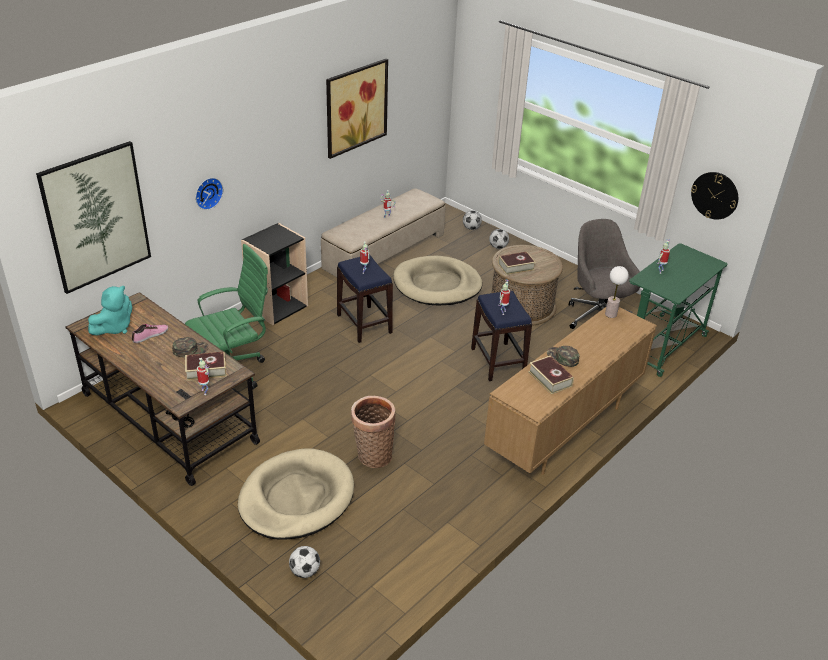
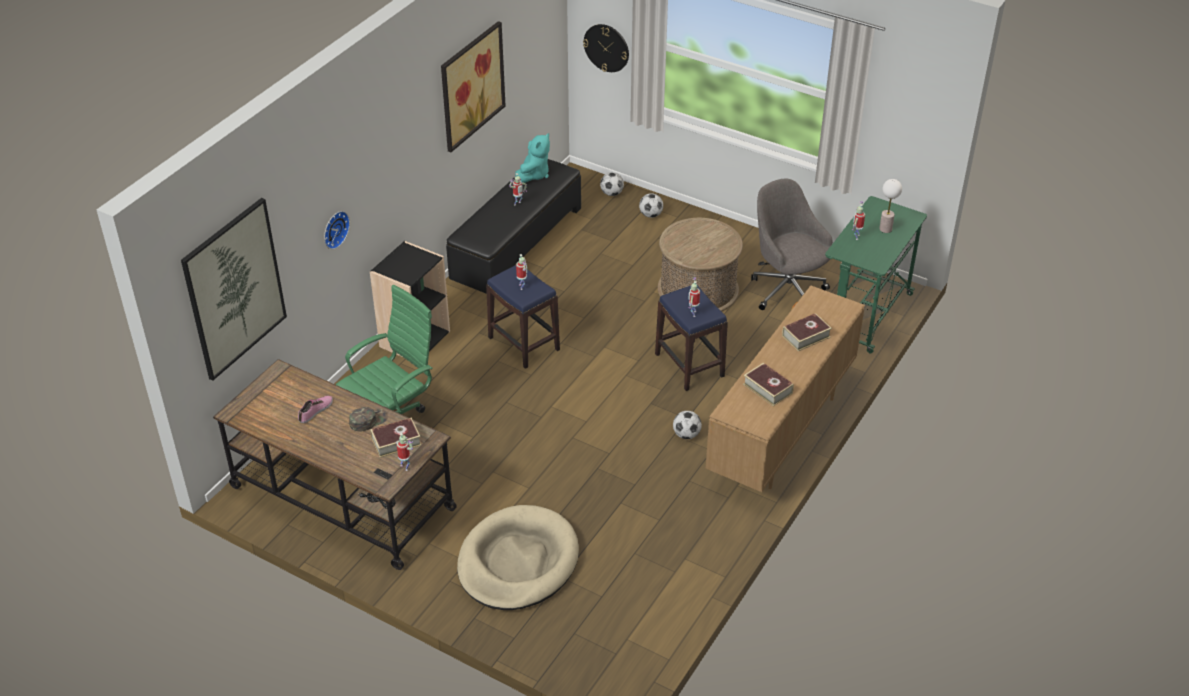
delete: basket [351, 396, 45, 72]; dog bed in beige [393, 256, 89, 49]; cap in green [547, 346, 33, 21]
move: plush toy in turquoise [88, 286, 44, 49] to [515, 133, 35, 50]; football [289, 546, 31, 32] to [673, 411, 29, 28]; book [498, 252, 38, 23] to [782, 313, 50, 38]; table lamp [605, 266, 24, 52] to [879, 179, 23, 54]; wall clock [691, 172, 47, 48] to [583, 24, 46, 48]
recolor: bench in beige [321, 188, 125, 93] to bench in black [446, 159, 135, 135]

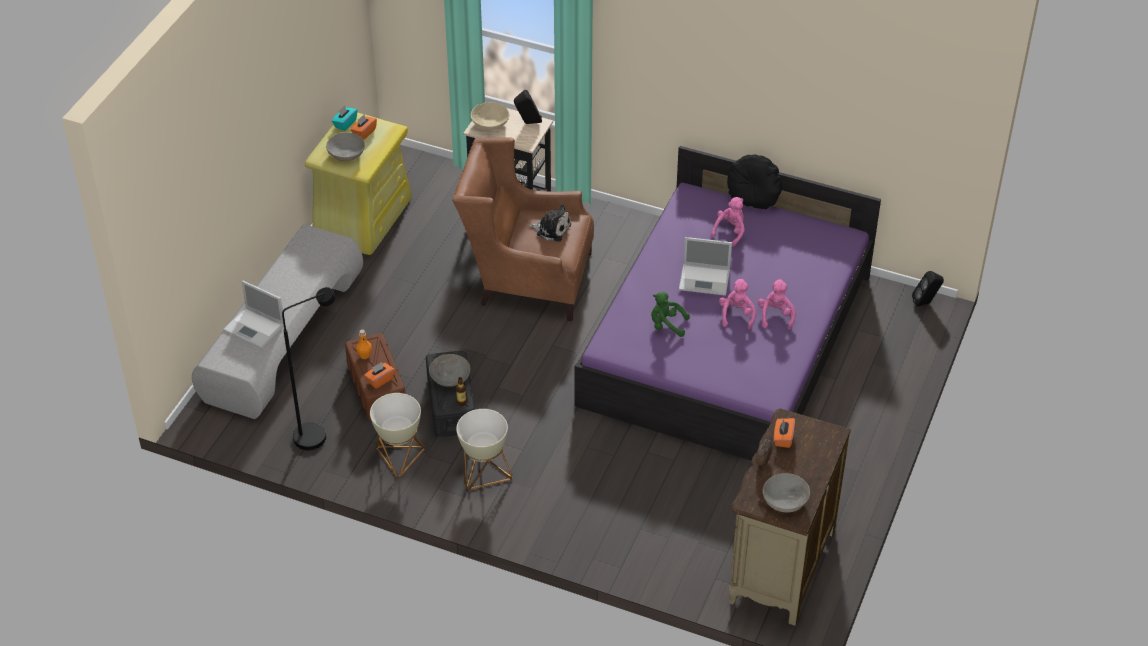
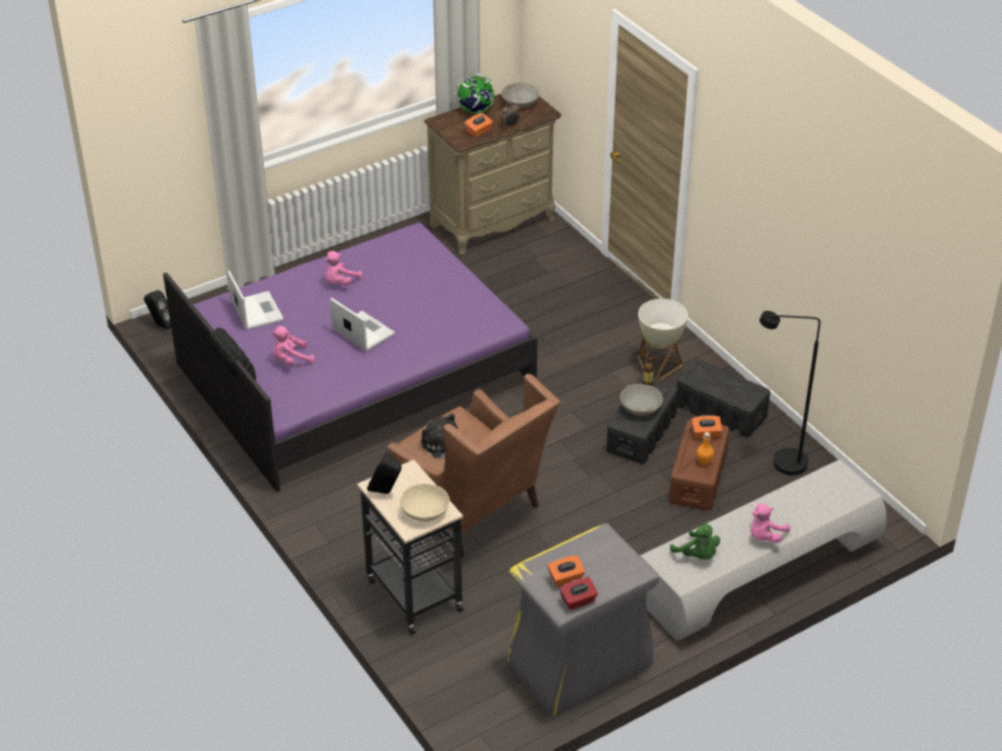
delete: bowl in grey [326, 132, 39, 29]
insert: globe [455, 73, 40, 41]
move: laptop [223, 281, 61, 67] to [228, 271, 56, 59]; plush toy in green [651, 292, 39, 45] to [670, 522, 50, 38]; plush toy in pink [719, 279, 37, 50] to [751, 503, 39, 40]
replace: planter [370, 393, 55, 85] to storage box in black [677, 359, 93, 78]
recolor: nightstand in yellow [305, 113, 106, 142] to nightstand in grey [507, 523, 153, 194]; tissue box in turquoise [332, 106, 26, 25] to tissue box in red [560, 577, 38, 33]

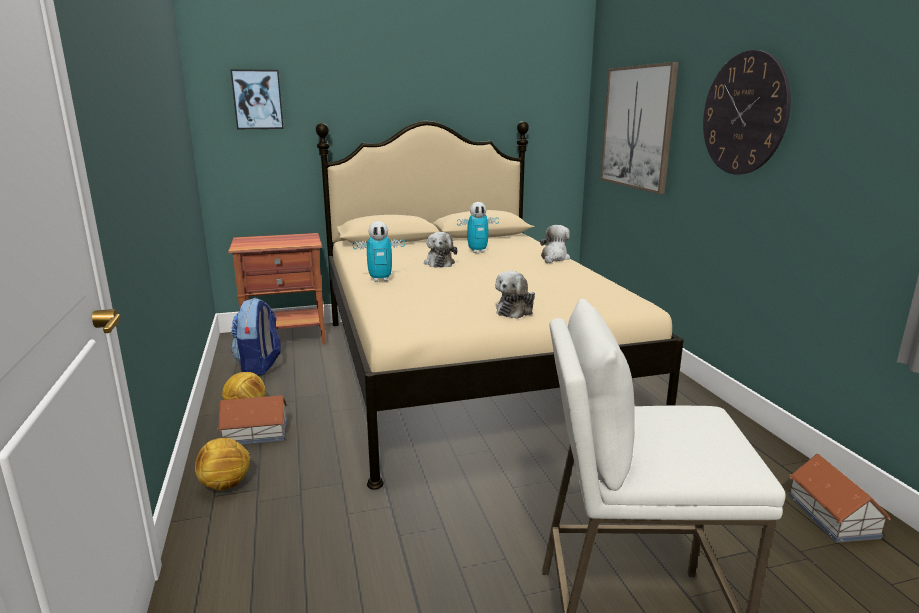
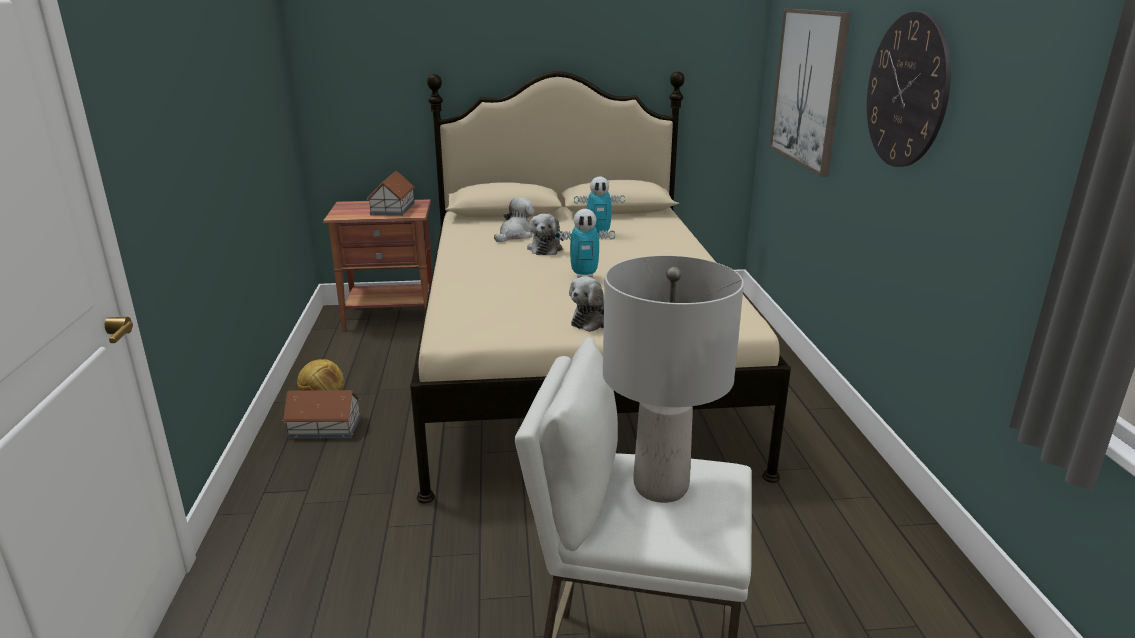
delete: football [195, 438, 55, 53]; picture [230, 69, 54, 60]; backpack [231, 298, 50, 78]
insert: table lamp in grey [603, 256, 141, 247]
move: toy robot [353, 221, 52, 61] to [555, 209, 60, 69]; plush toy [540, 225, 30, 38] to [494, 197, 40, 45]; toy house [789, 454, 101, 89] to [367, 170, 48, 46]

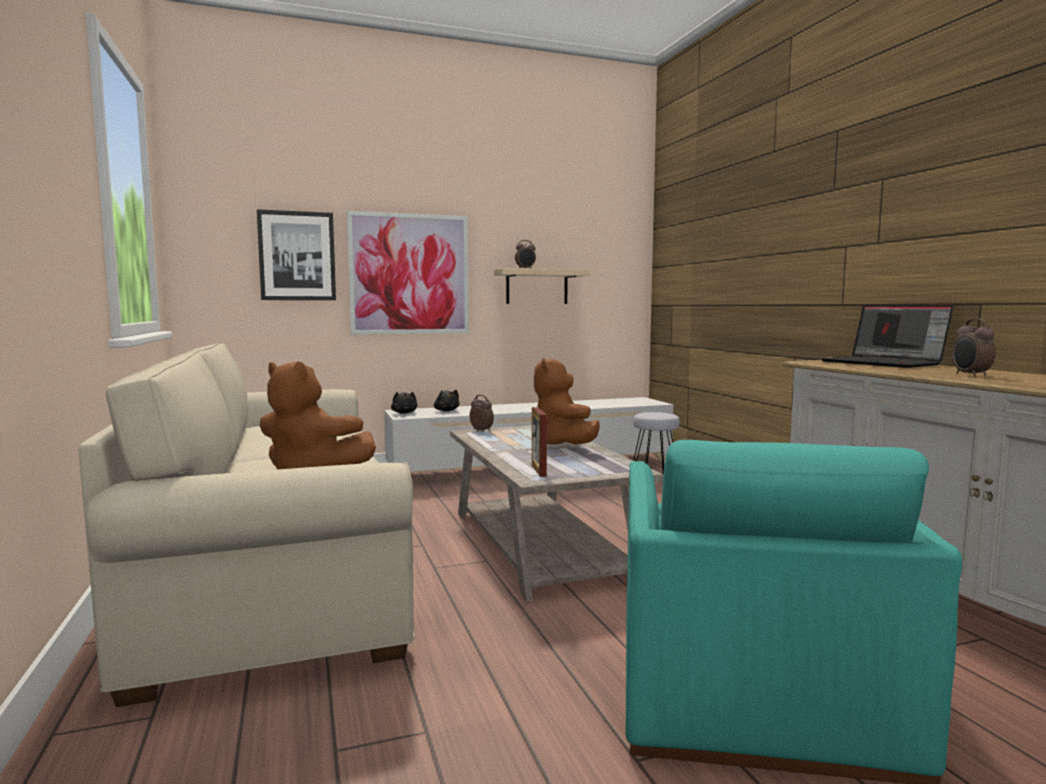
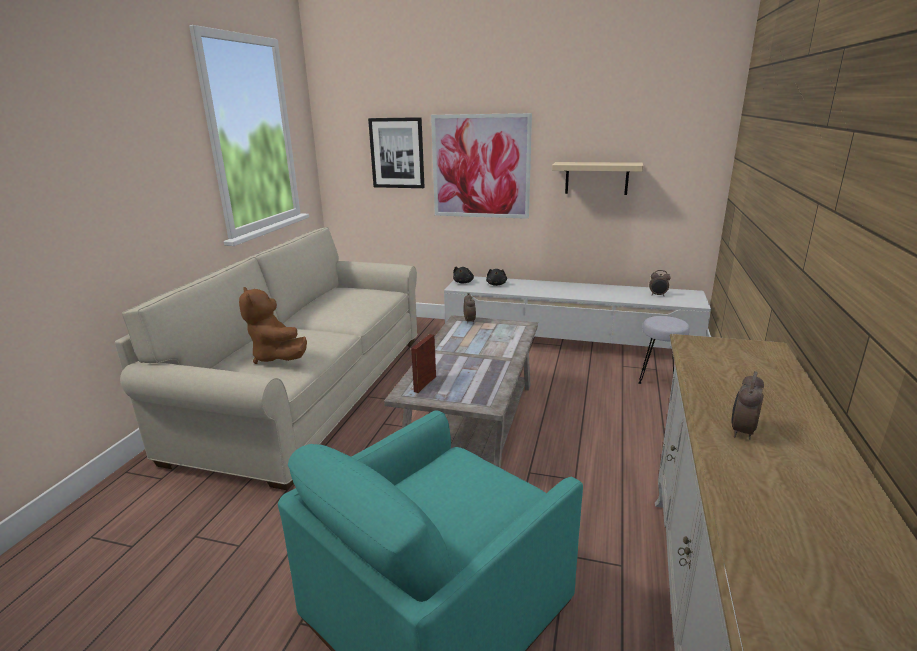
delete: plush toy in brown [534, 358, 66, 87]; laptop [821, 305, 132, 63]
move: alarm clock [515, 240, 21, 29] to [649, 270, 22, 26]

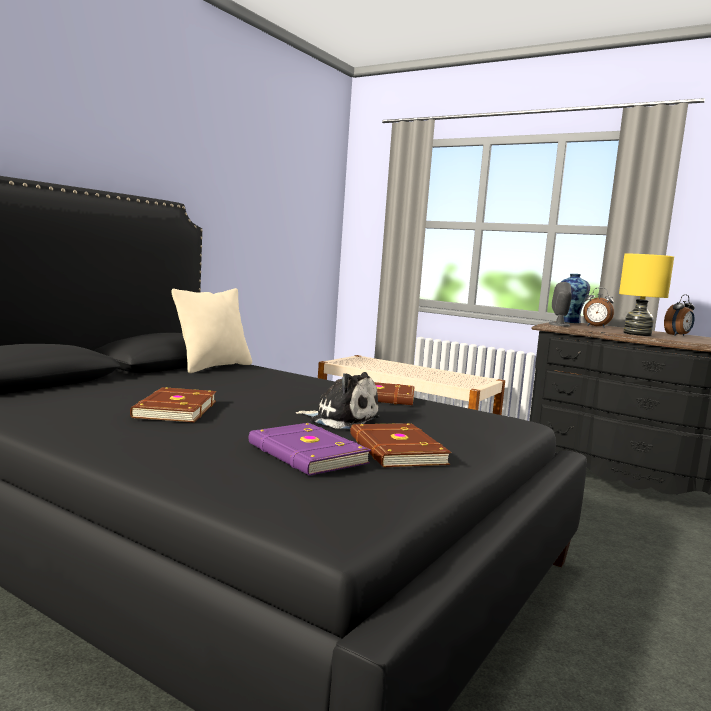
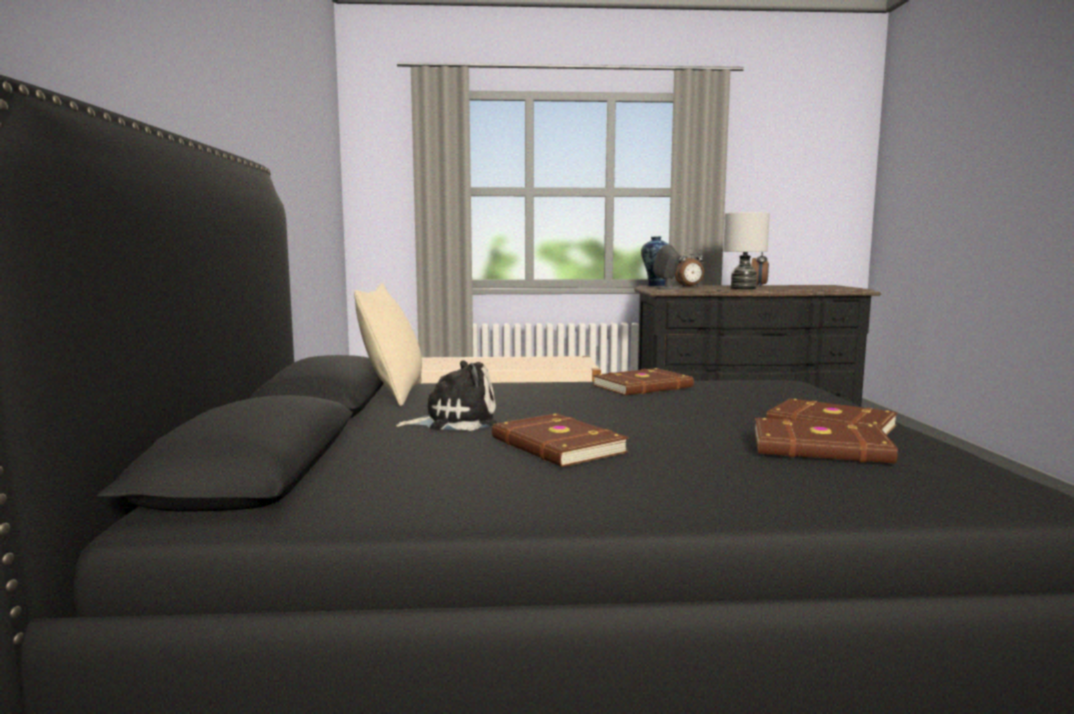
move: plush toy [296, 372, 84, 57] to [396, 360, 101, 71]
recolor: book in purple [249, 423, 122, 53] to book in brown [755, 418, 143, 46]; table lamp in yellow [619, 254, 55, 82] to table lamp in grey [723, 212, 47, 77]

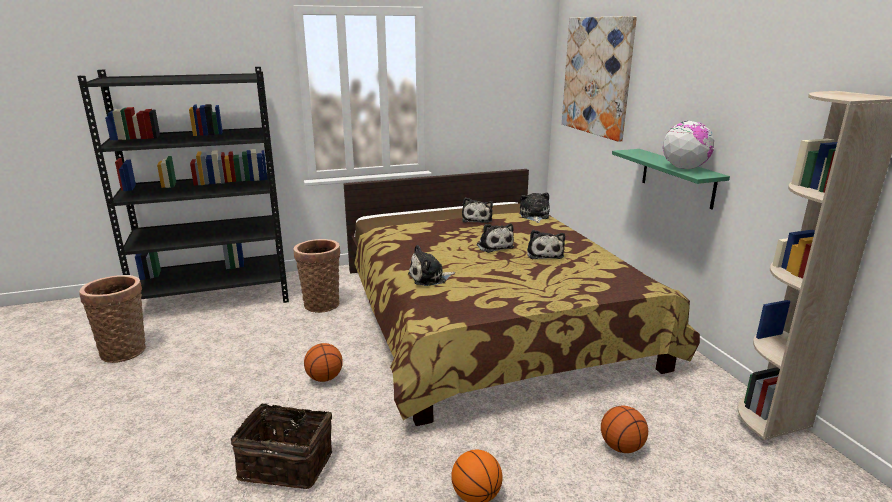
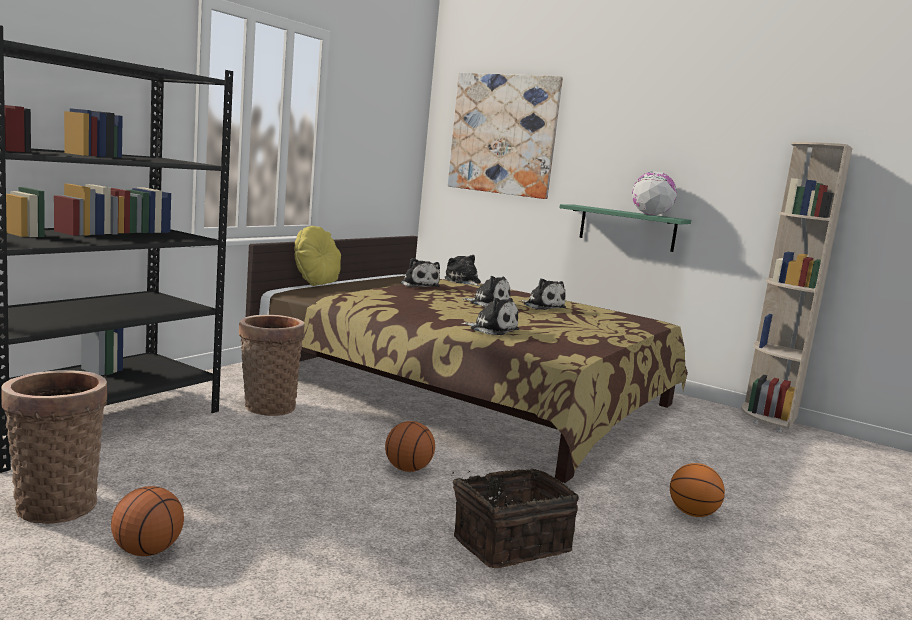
insert: pillow in yellow [294, 226, 47, 60]
move: basketball [601, 406, 47, 47] to [111, 486, 73, 70]
rotate: plush toy [408, 245, 47, 41] = [461, 297, 58, 38] 90 degrees counterclockwise

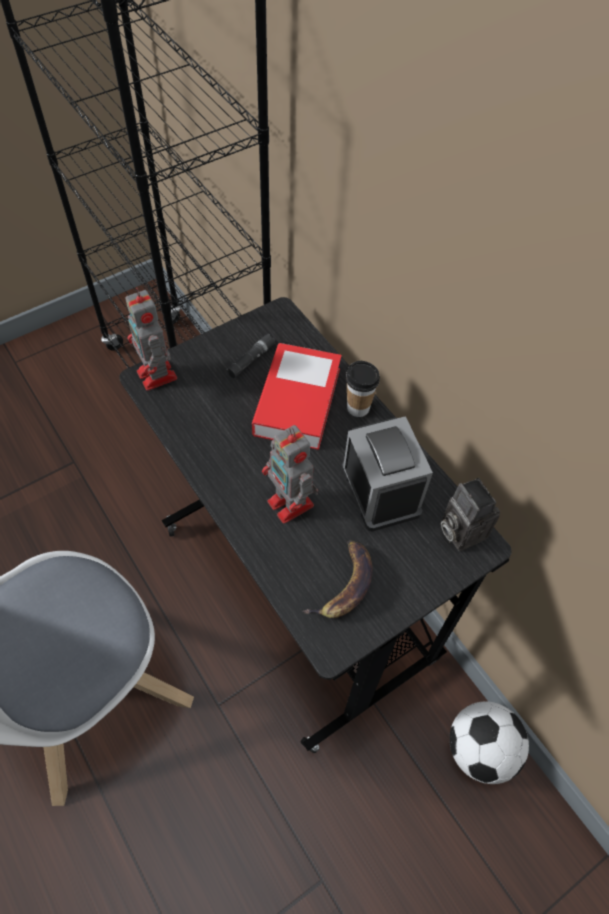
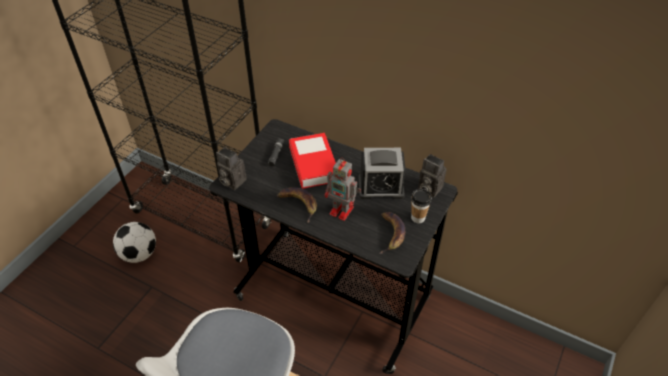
insert: banana [277, 187, 40, 36]
move: cup [346, 361, 34, 56] to [411, 189, 21, 34]; football [449, 701, 80, 83] to [113, 222, 43, 41]
replace: toy robot [125, 287, 52, 104] to photo camera [216, 147, 31, 43]
rotate: alarm clock [342, 416, 91, 116] = [359, 148, 47, 51] 135 degrees clockwise

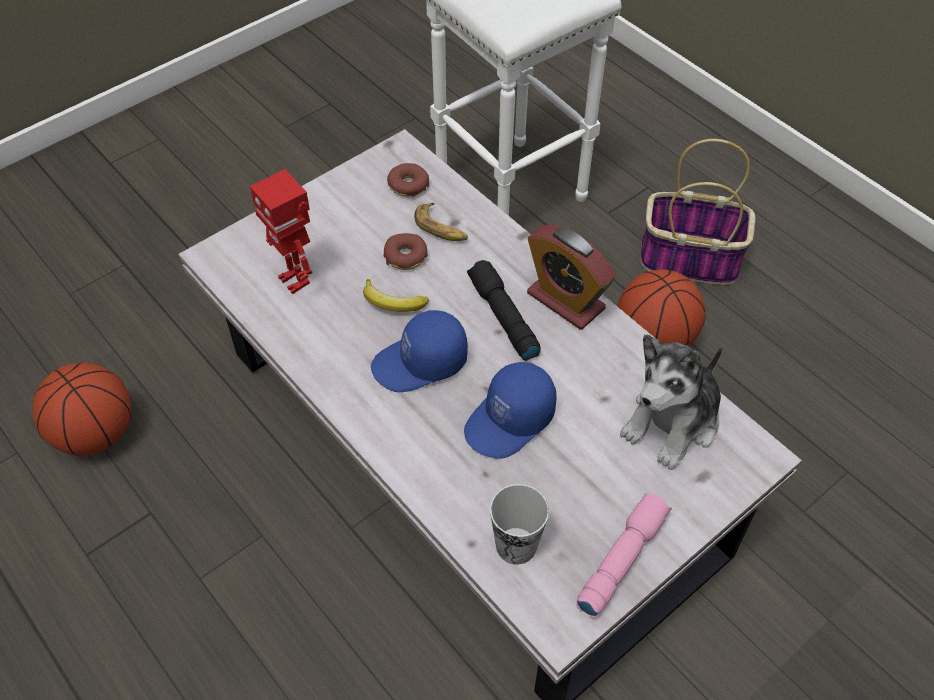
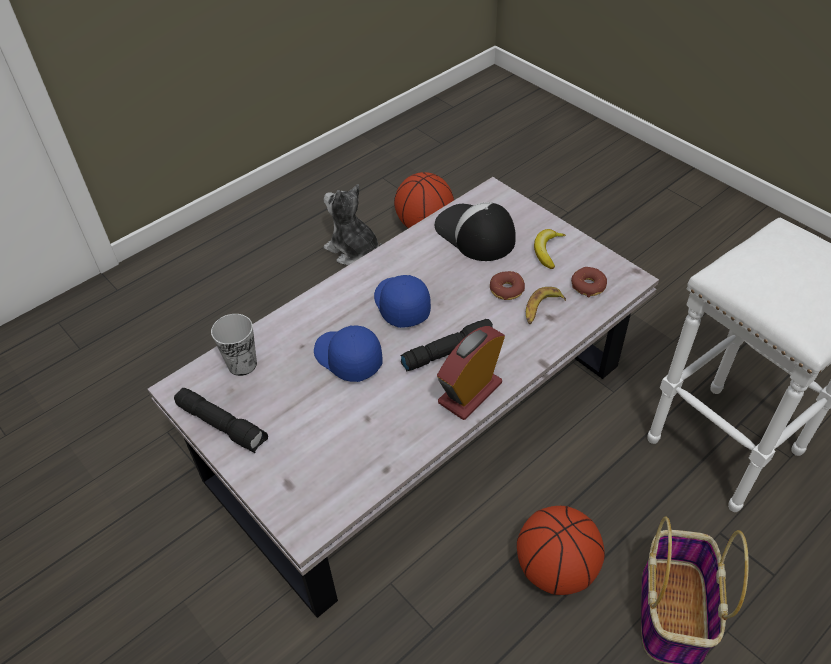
move: banana [363, 279, 66, 33] to [534, 229, 32, 40]; plush toy [620, 334, 103, 136] to [324, 184, 58, 81]
replace: toy robot [250, 169, 62, 125] to cap [435, 202, 81, 59]
recolor: flashlight in pink [576, 493, 96, 125] to flashlight in black [174, 388, 94, 65]

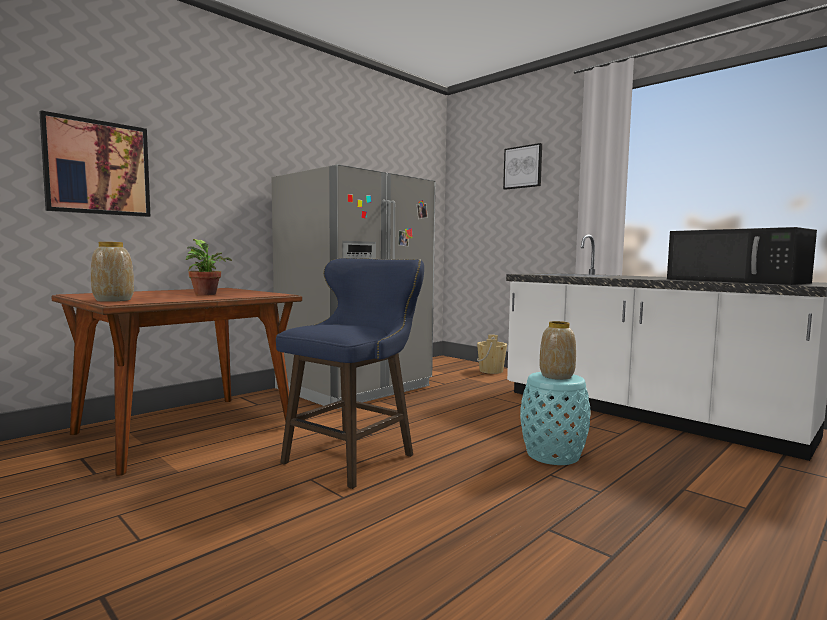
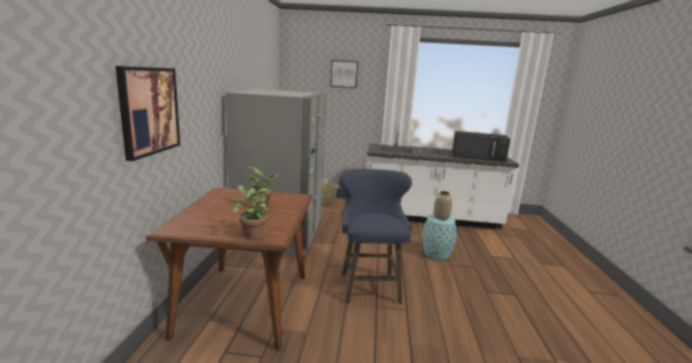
replace: vase [91, 242, 43, 60] to potted plant [232, 186, 38, 53]

